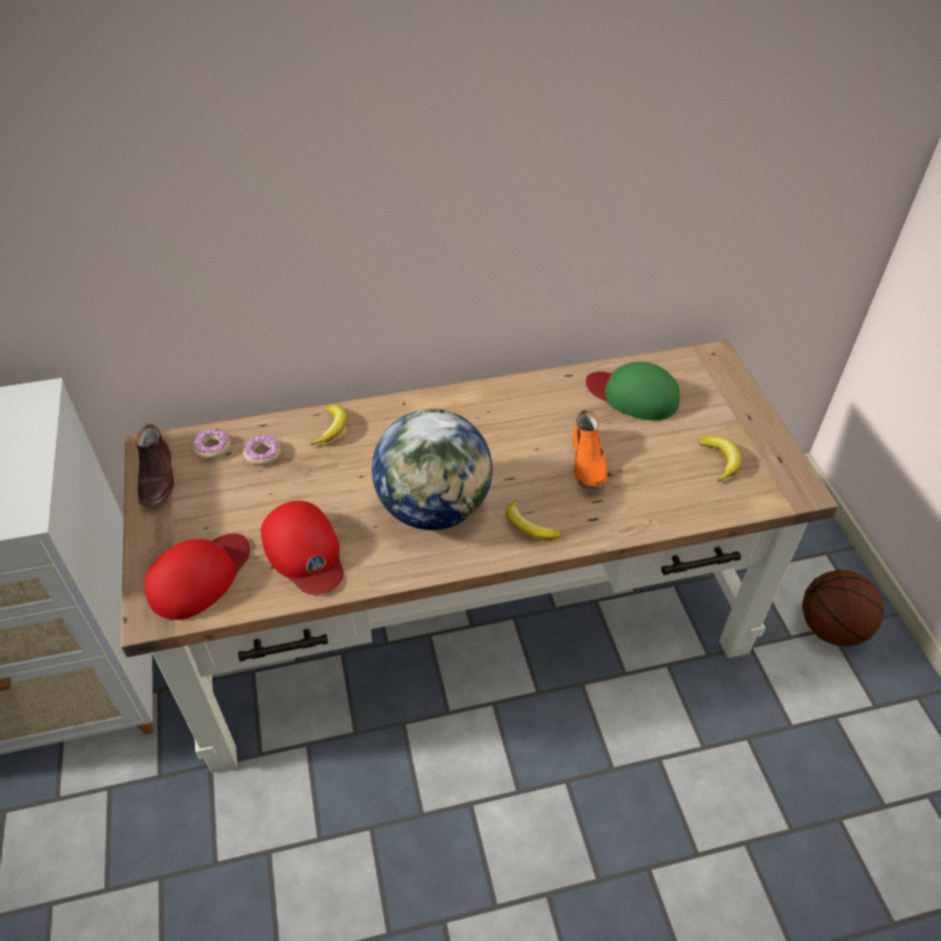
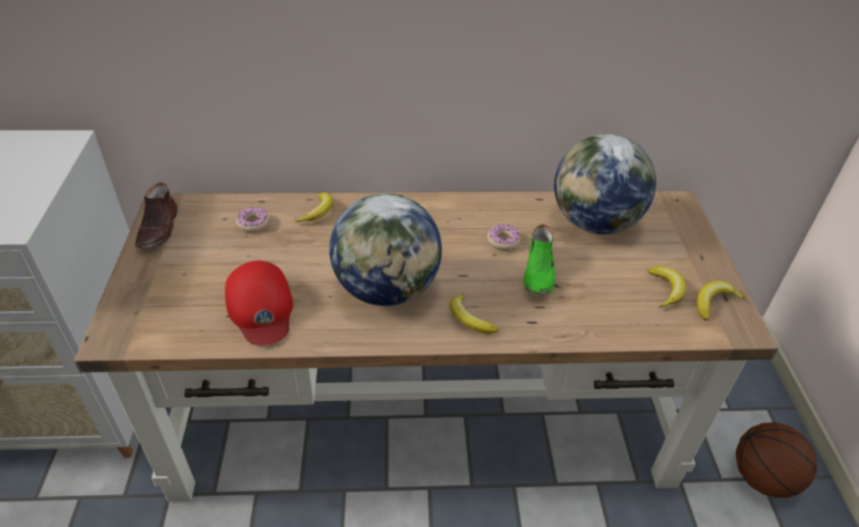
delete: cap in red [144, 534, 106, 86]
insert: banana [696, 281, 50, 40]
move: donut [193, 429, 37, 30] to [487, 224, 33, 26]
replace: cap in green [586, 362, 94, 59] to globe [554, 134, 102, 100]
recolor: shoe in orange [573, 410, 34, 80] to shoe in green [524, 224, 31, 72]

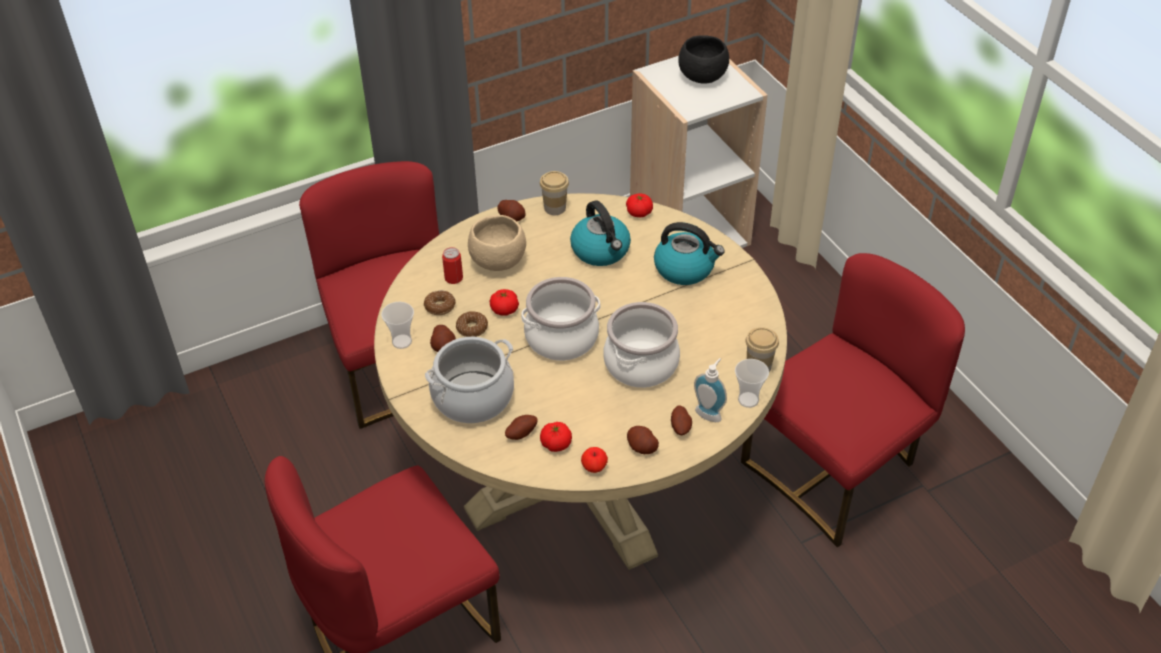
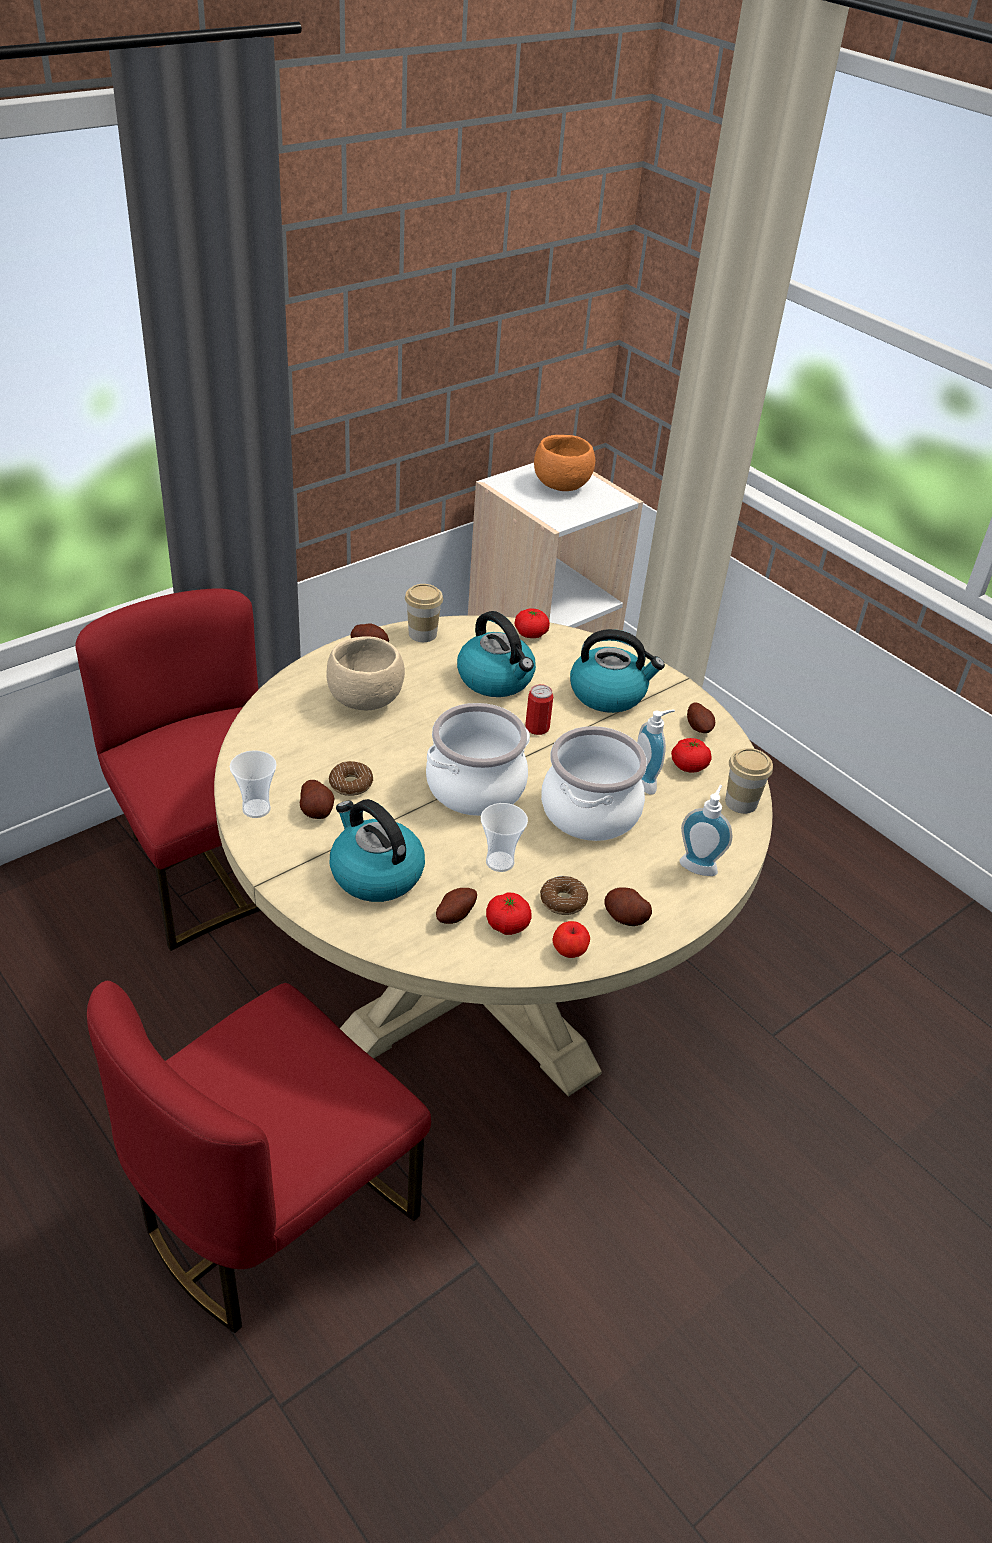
delete: chair in red [741, 253, 224, 294]
insert: soap dispenser [637, 709, 38, 85]
move: donut [424, 290, 32, 25] to [540, 876, 48, 39]; can [442, 247, 21, 37] to [525, 684, 28, 51]; tomato [490, 289, 29, 27] to [671, 738, 41, 35]; potato [671, 406, 21, 29] to [687, 702, 28, 31]; cup [735, 359, 34, 49] to [481, 803, 47, 69]
replace: cooking pot [425, 337, 89, 86] to kettle [330, 799, 95, 103]
recolor: bowl in black [678, 35, 51, 48] to bowl in orange [534, 435, 61, 56]

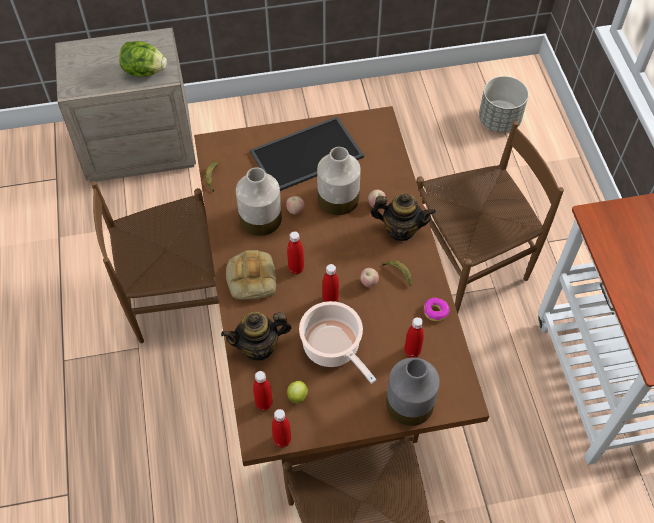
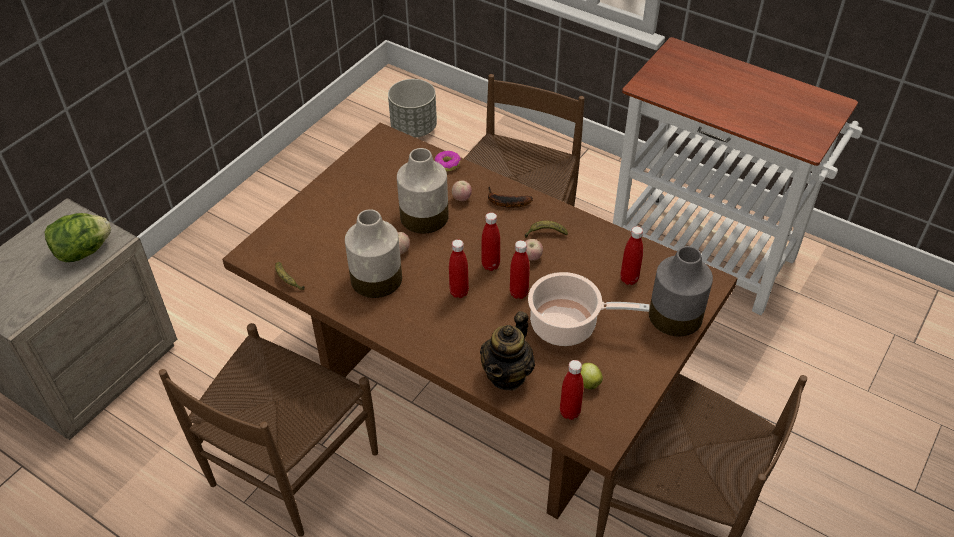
delete: bread [226, 250, 50, 49]; tray [250, 117, 114, 74]
move: bottle in red [272, 409, 19, 39] to [482, 212, 18, 59]; donut [424, 298, 25, 23] to [434, 151, 27, 20]
replace: teapot [370, 193, 66, 48] to banana [488, 187, 45, 20]

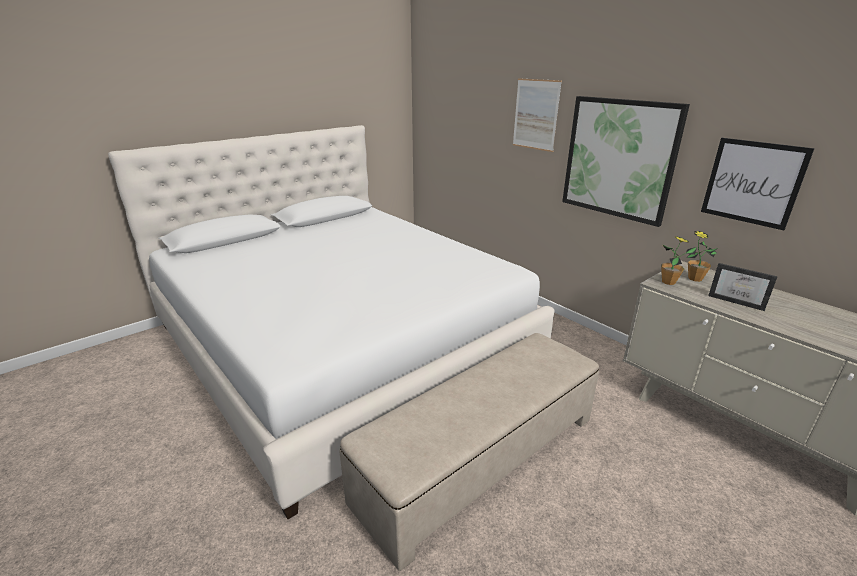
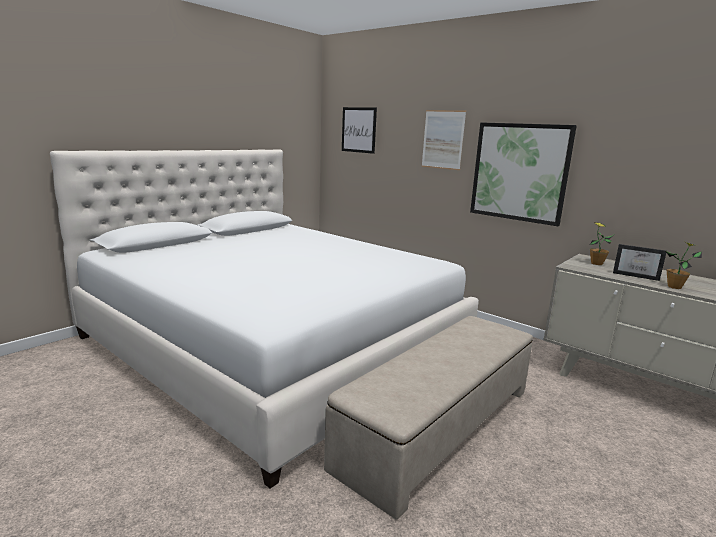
move: potted plant [661, 236, 36, 49] to [666, 241, 36, 48]; picture [701, 138, 114, 92] to [342, 107, 35, 47]

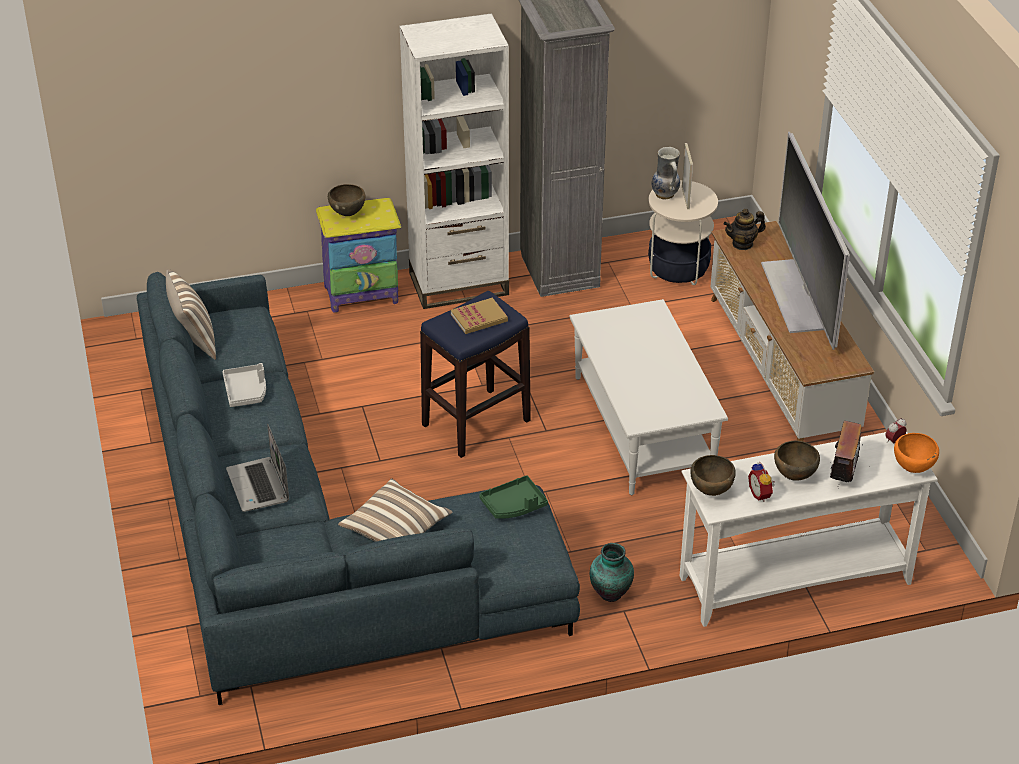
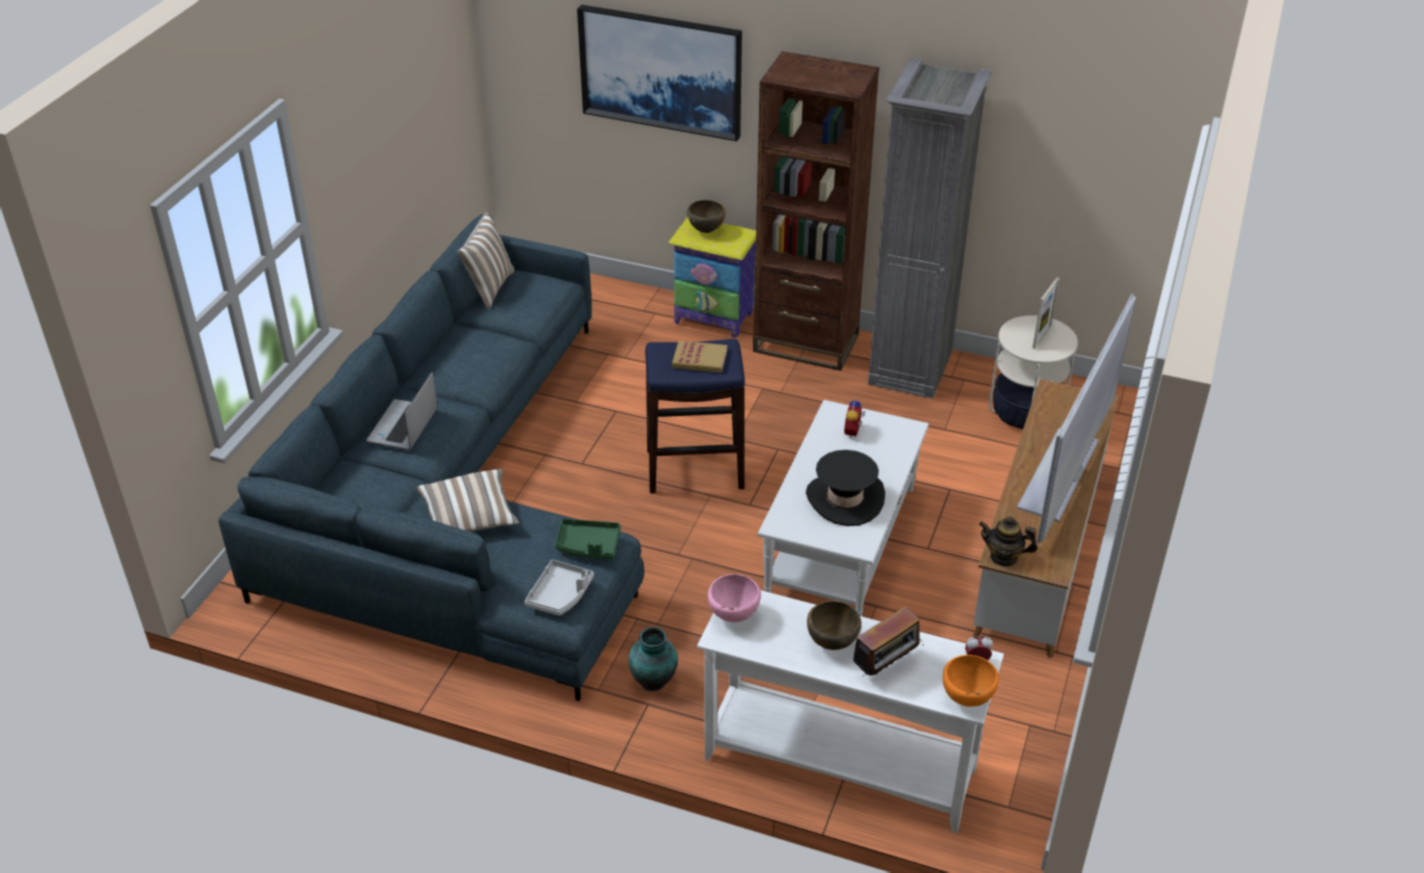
delete: vase [651, 147, 29, 52]
insert: picture [577, 5, 165, 136]; hat in black [806, 450, 79, 76]
move: tray in grey [223, 363, 43, 44] to [525, 560, 69, 56]; teapot [724, 209, 42, 41] to [979, 516, 58, 51]; alarm clock [748, 462, 27, 40] to [844, 399, 22, 39]
recolor: bookcase in white [400, 13, 109, 296] to bookcase in brown [753, 51, 126, 320]; bowl in brown [690, 455, 46, 41] to bowl in pink [708, 574, 53, 48]

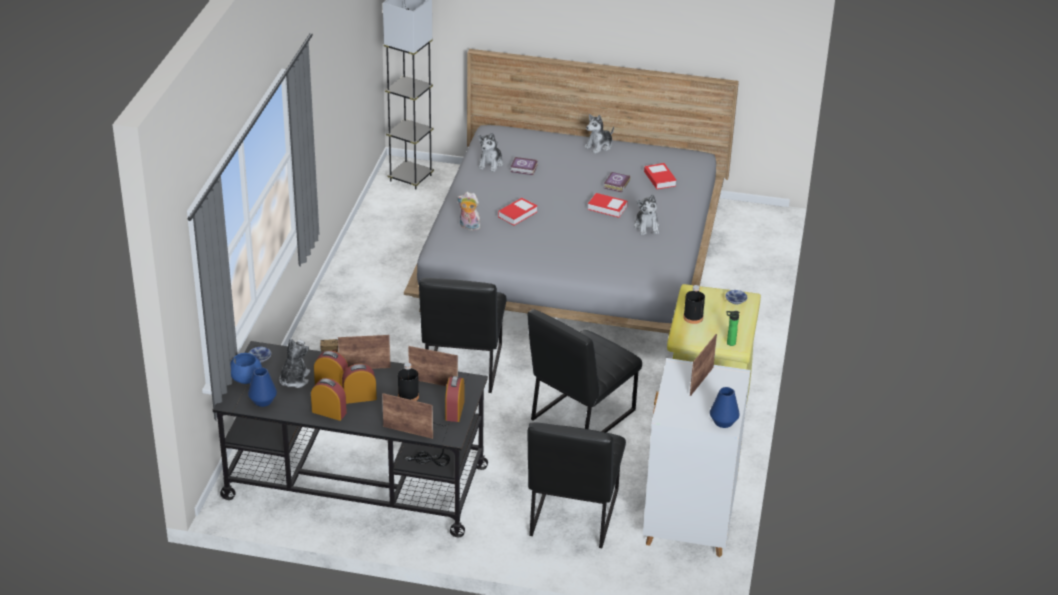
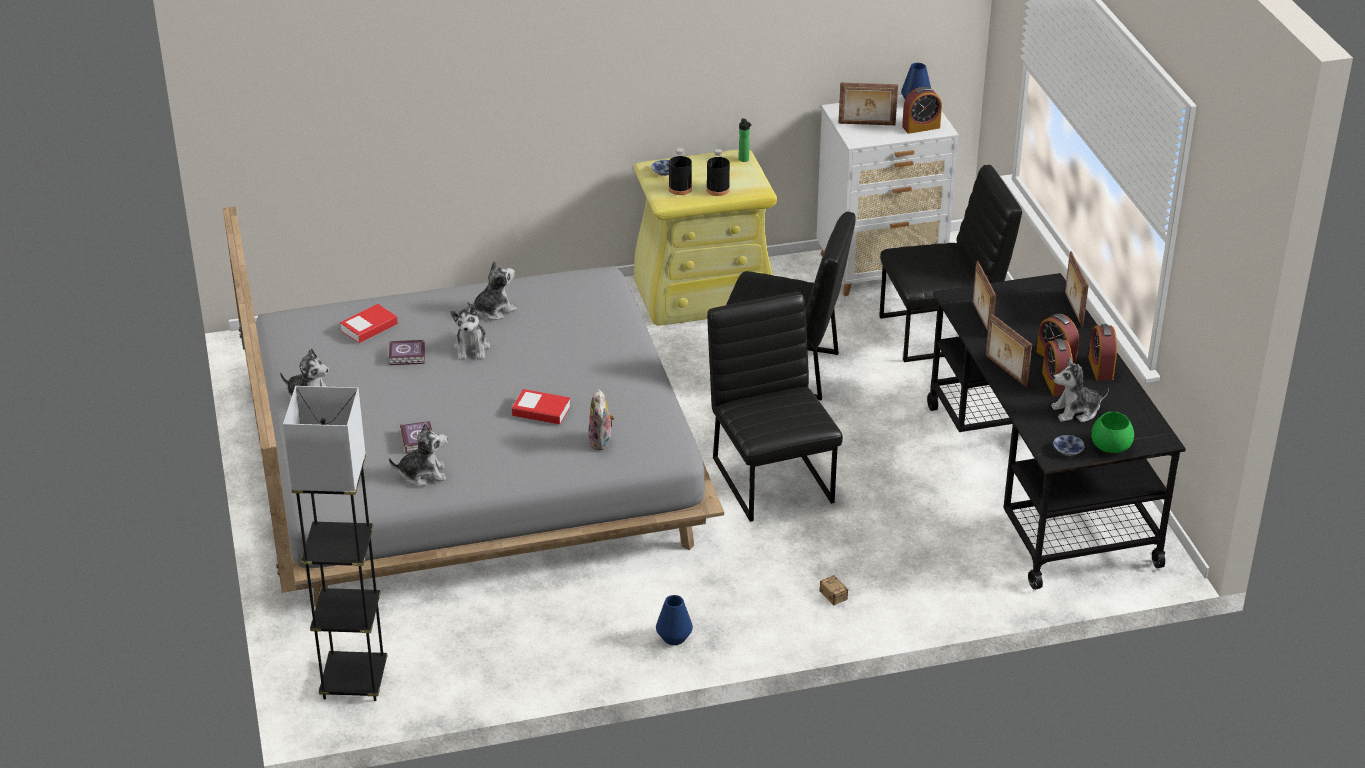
move: vase in blue [248, 367, 29, 40] to [656, 595, 37, 50]; bottle in black [398, 363, 21, 38] to [669, 148, 23, 47]; alarm clock [445, 376, 19, 46] to [902, 87, 40, 47]
replace: book [588, 193, 40, 25] to plush toy [450, 304, 40, 56]
recolor: bowl in blue [230, 353, 32, 31] to bowl in green [1091, 412, 43, 41]
rotate: chair in black [419, 278, 88, 115] = [707, 292, 136, 230] 90 degrees counterclockwise

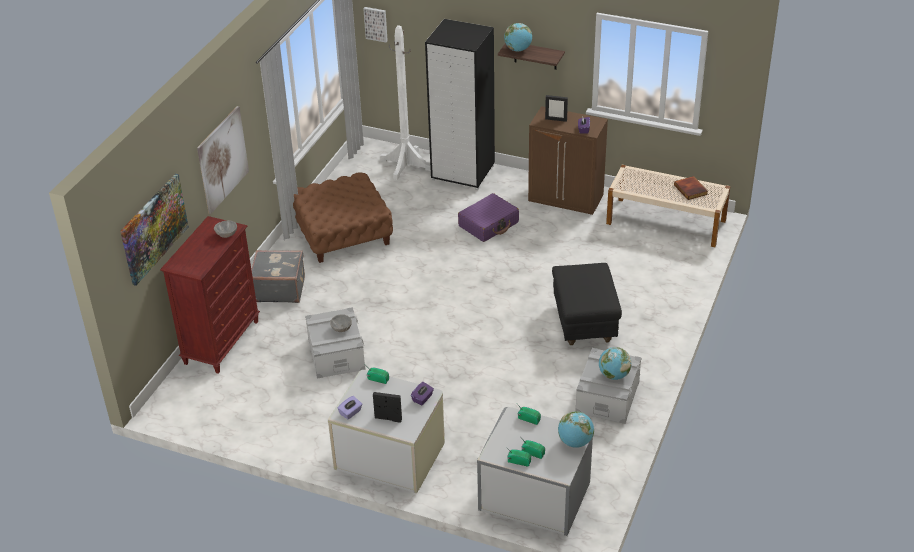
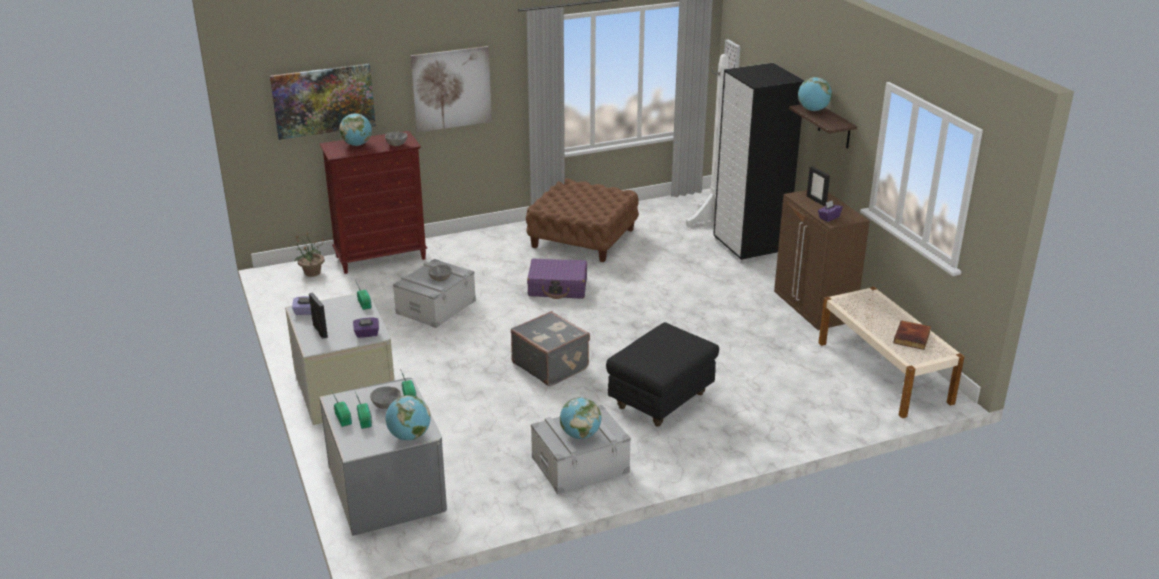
insert: potted plant [294, 233, 31, 44]; globe [339, 113, 33, 33]; bowl in grey [370, 386, 31, 23]
move: suitcase in grey [251, 250, 54, 53] to [511, 311, 79, 75]; suitcase in purple [458, 193, 61, 49] to [527, 258, 60, 41]

